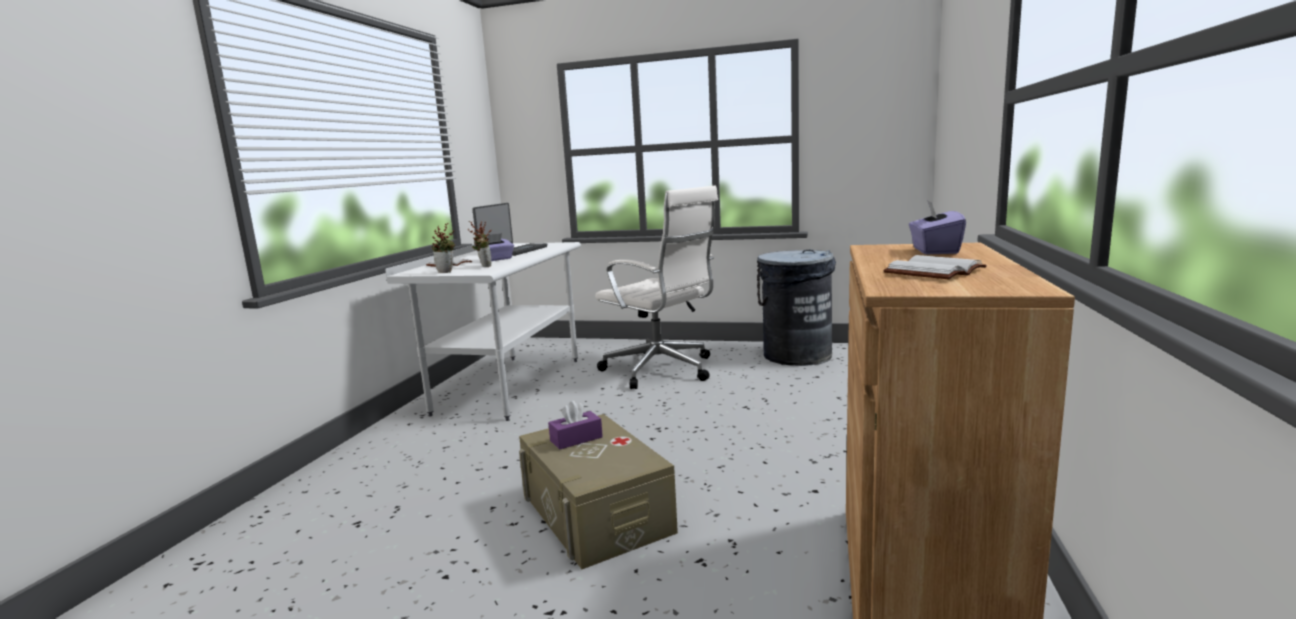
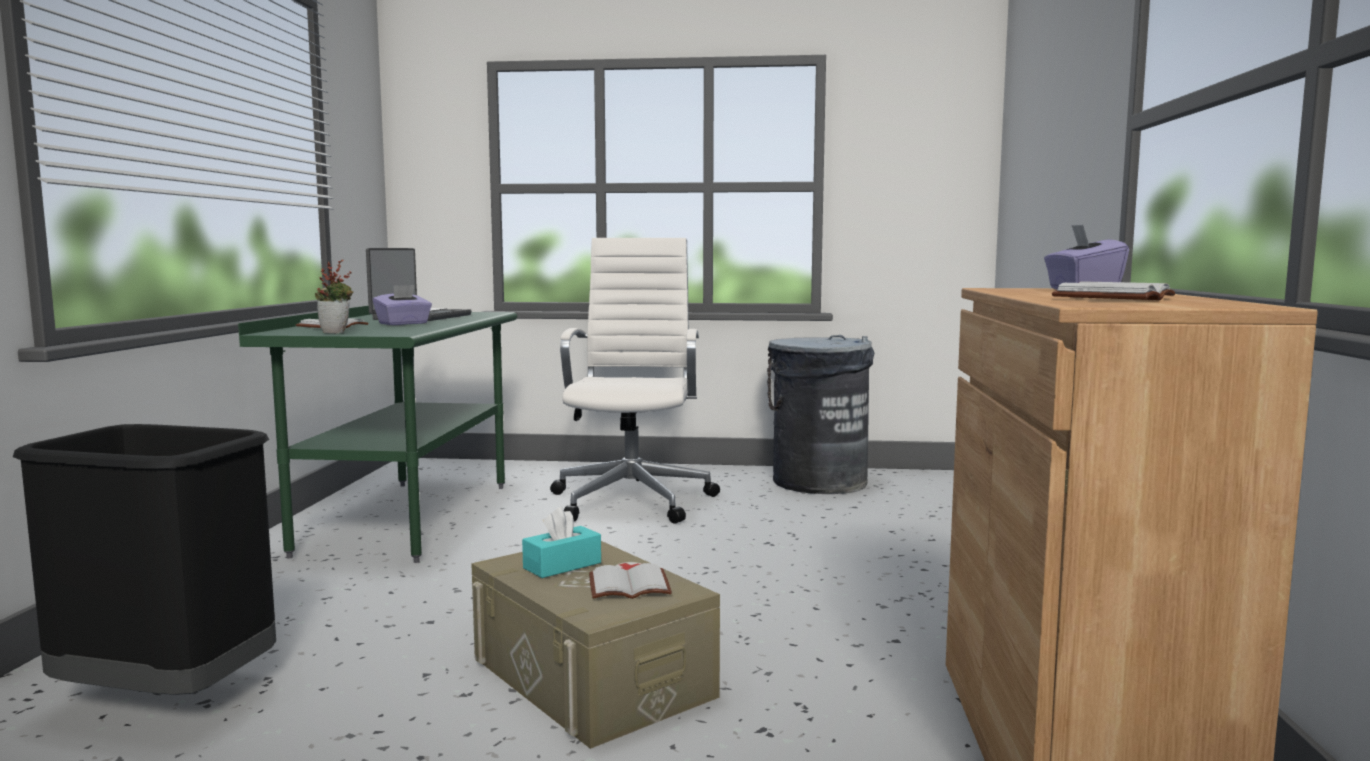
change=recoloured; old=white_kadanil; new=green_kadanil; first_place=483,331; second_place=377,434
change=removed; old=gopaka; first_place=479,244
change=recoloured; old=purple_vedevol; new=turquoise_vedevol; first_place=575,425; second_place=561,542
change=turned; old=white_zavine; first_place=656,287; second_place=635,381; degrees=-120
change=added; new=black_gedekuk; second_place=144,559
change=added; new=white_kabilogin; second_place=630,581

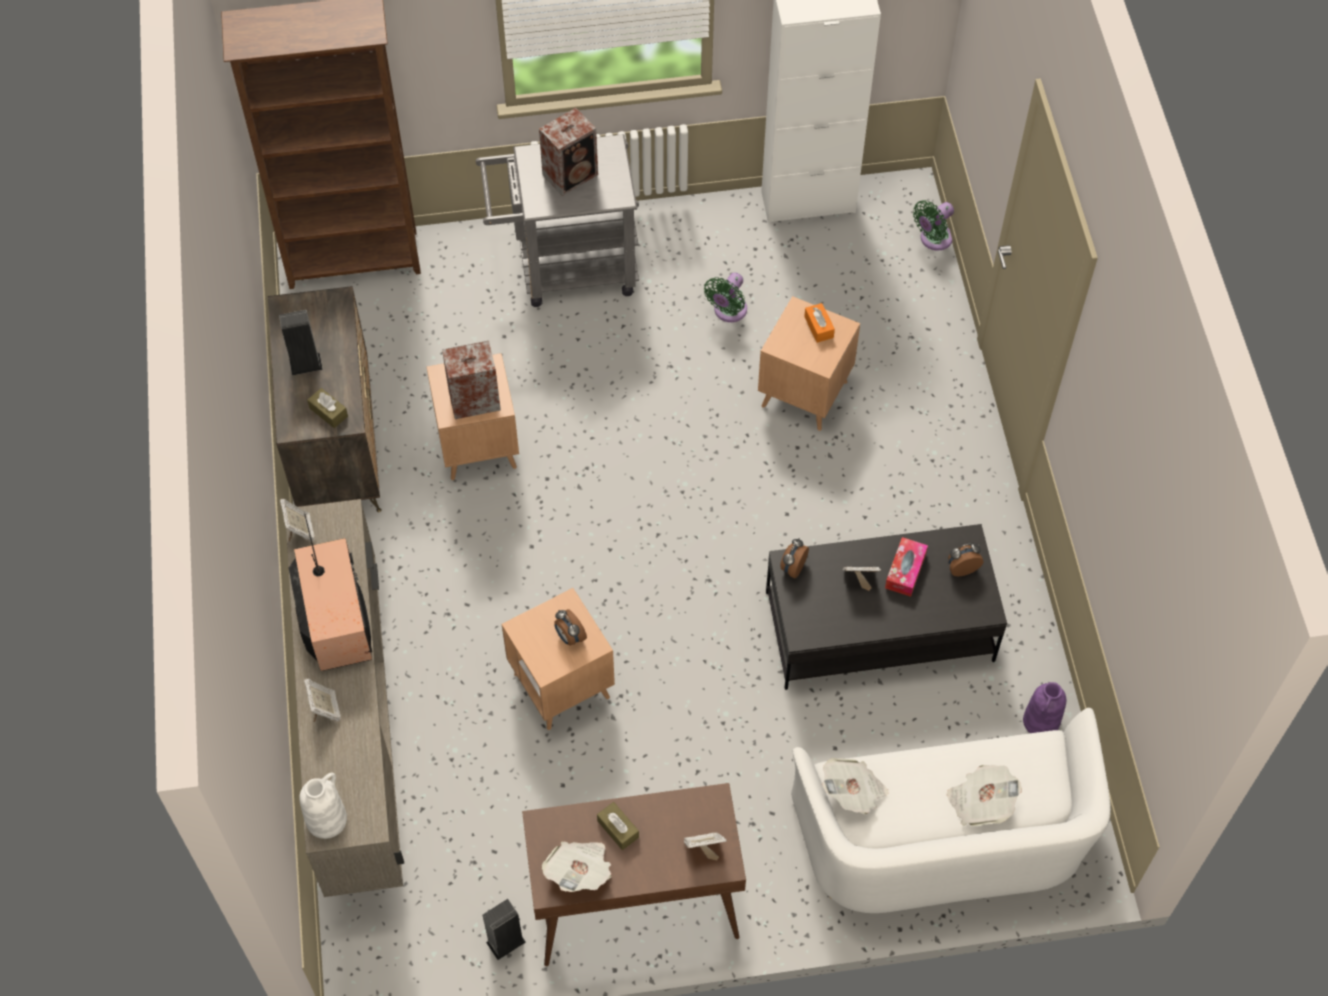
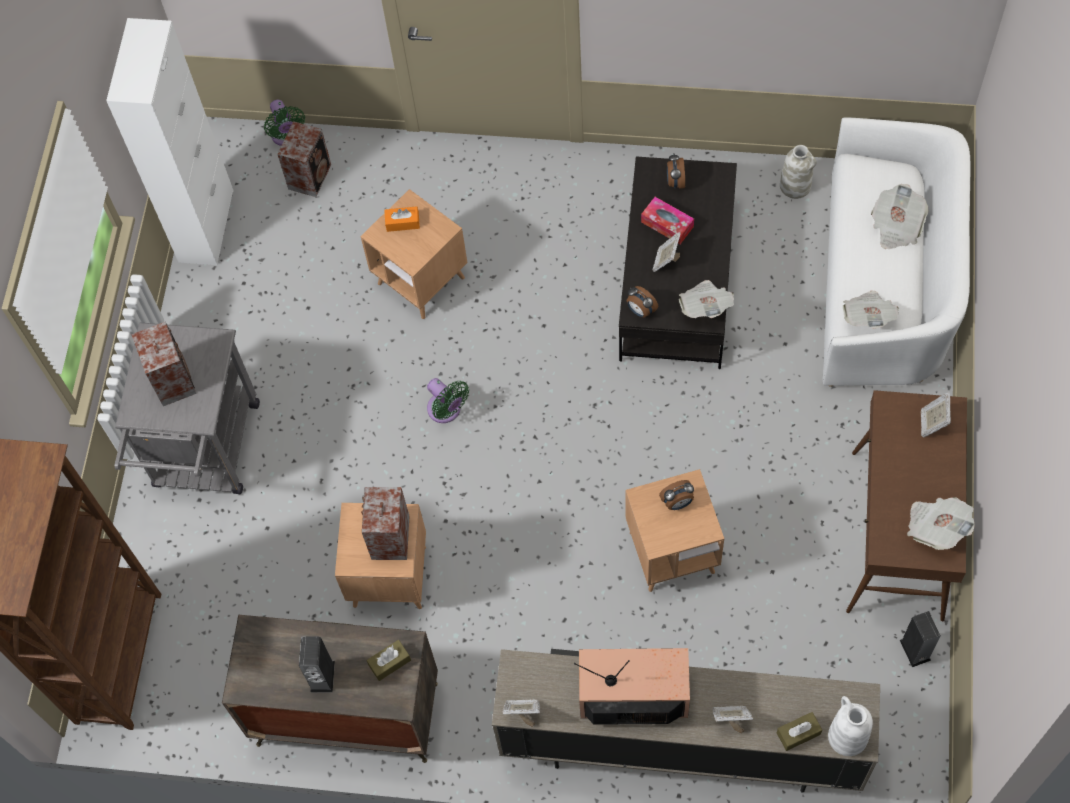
change=moved; old=brown_vedevol; first_place=618,826; second_place=799,731
change=moved; old=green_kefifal; first_place=725,297; second_place=448,400
change=recoloured; old=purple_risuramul; new=white_risuramul; first_place=1044,707; second_place=798,172
change=added; new=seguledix; second_place=304,159
change=added; new=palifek; second_place=706,299

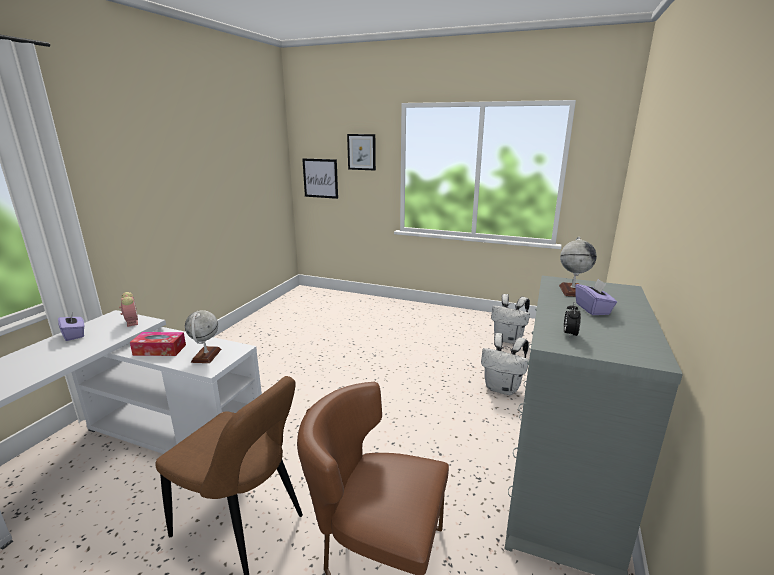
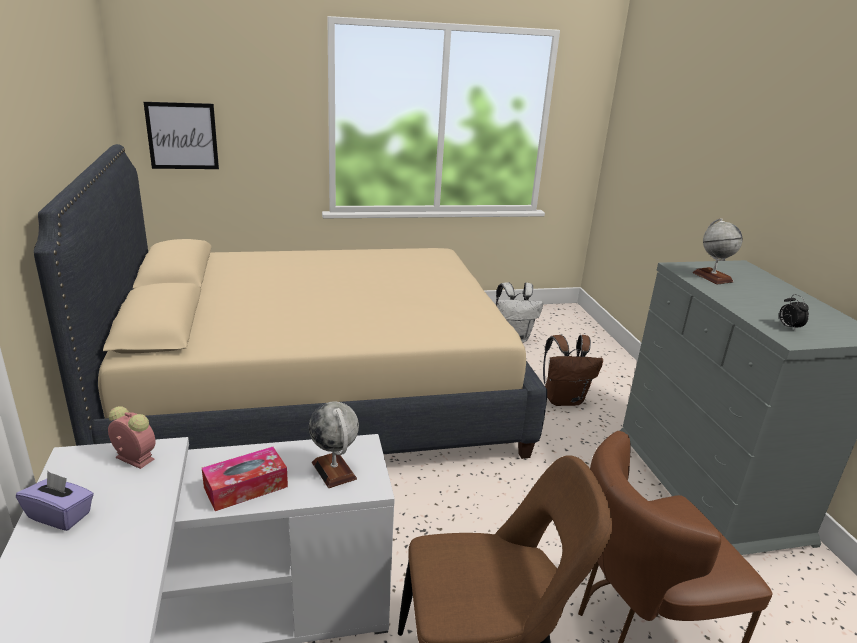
change=removed; old=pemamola; first_place=361,152
change=recoloured; old=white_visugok; new=brown_visugok; first_place=505,364; second_place=573,370
change=removed; old=purple_vedevol; first_place=596,297
change=added; new=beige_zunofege; second_place=290,301

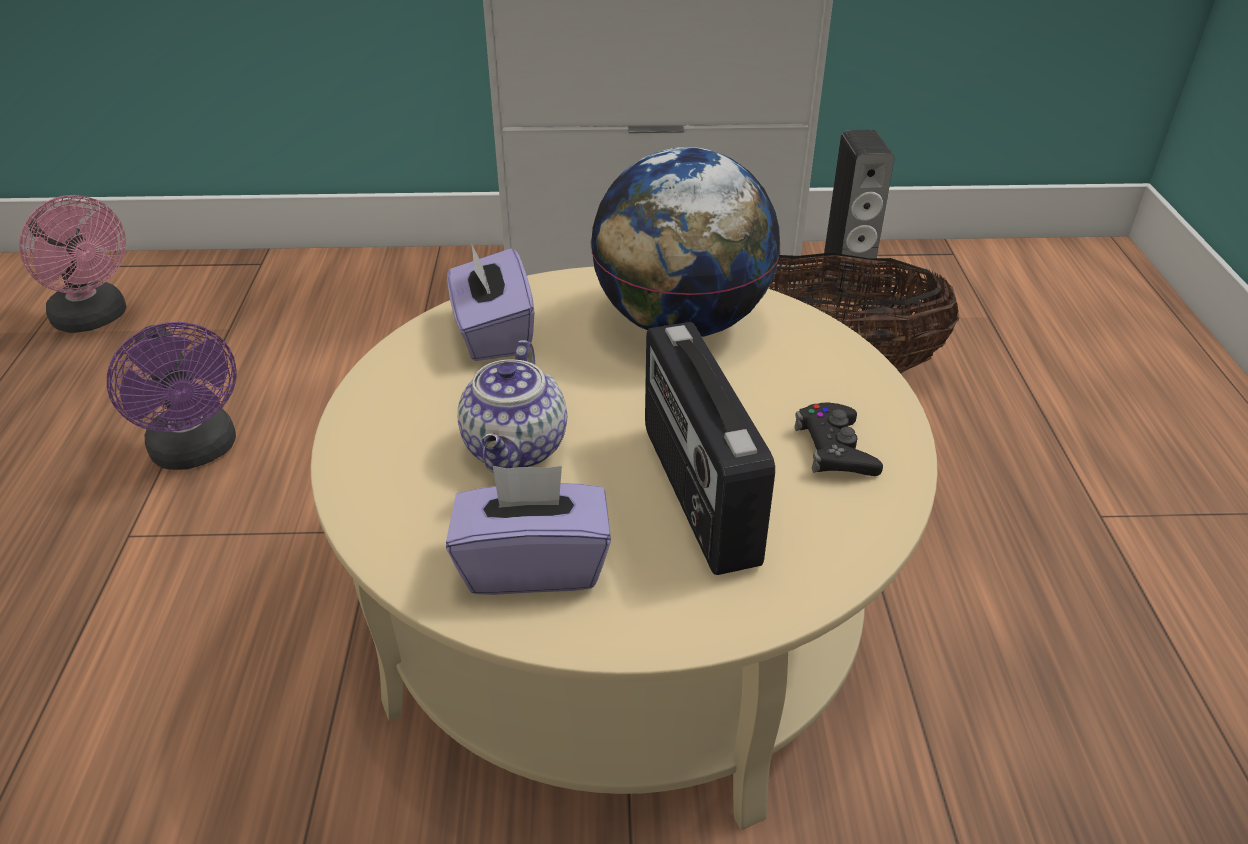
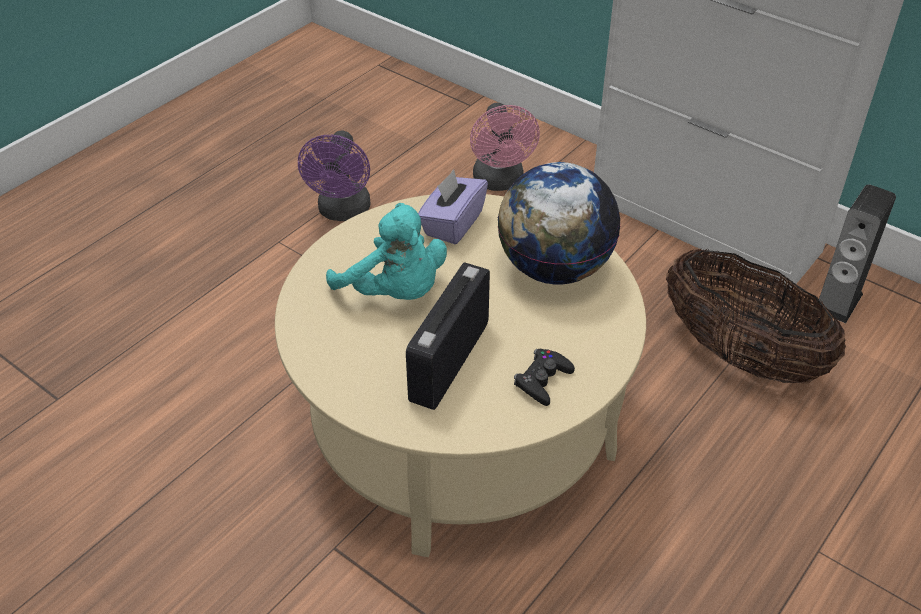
change=moved; old=pink_kefifal; first_place=72,264; second_place=505,147
change=removed; old=purple_vedevol; first_place=528,530
change=replaced; old=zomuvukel; new=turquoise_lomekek; first_place=512,406; second_place=386,251

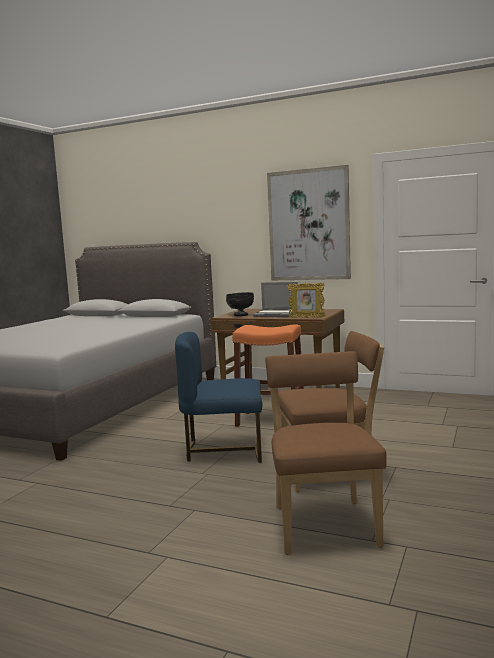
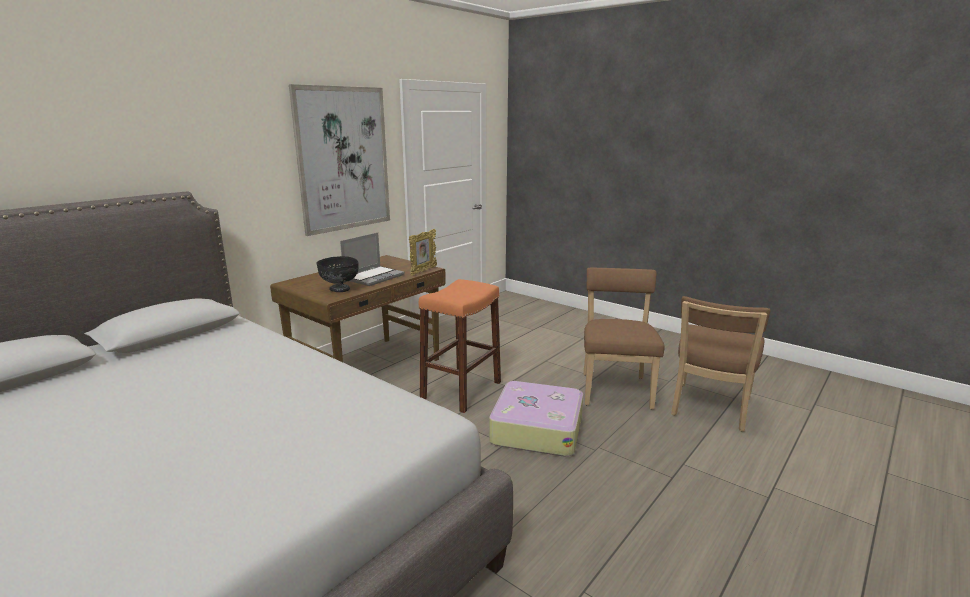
change=replaced; old=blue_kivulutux; new=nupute; first_place=218,397; second_place=536,418
change=turned; old=brown_kivulutux; first_place=326,453; second_place=720,364; degrees=-75

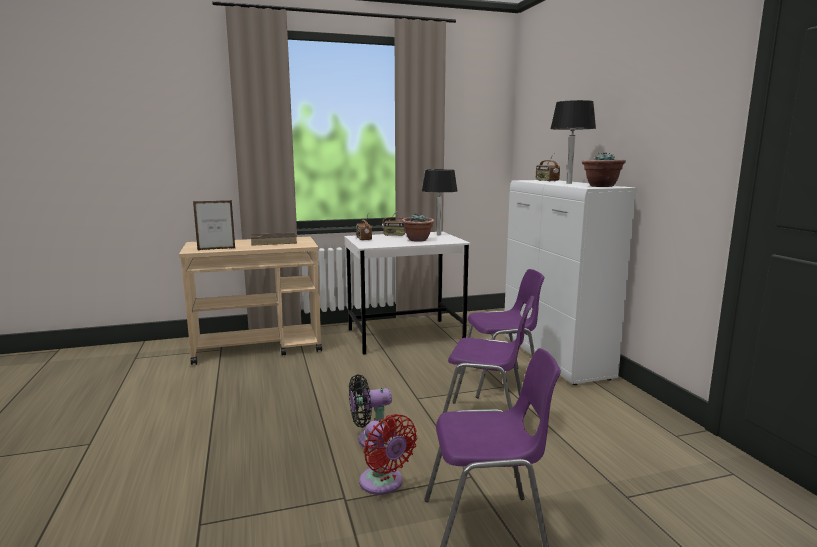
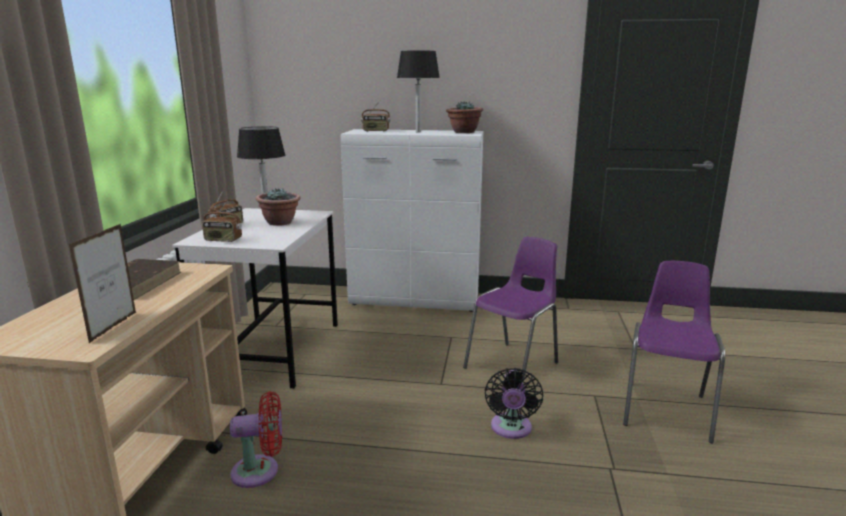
change=moved; old=red_kefifal; first_place=388,454; second_place=256,439
change=removed; old=purple_kivulutux; first_place=501,333

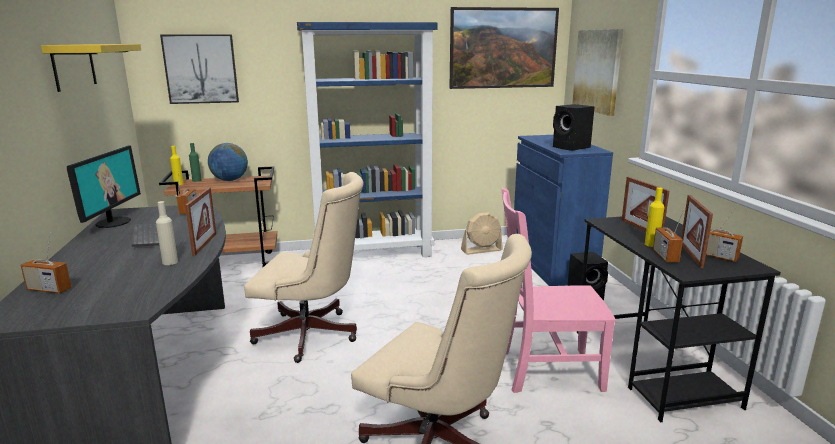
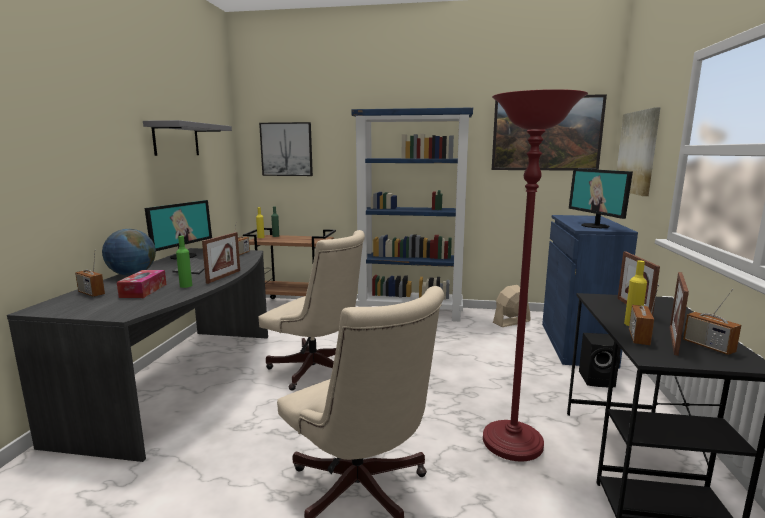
change=recoloured; old=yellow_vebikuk; new=grey_vebikuk; first_place=91,68; second_place=187,138
change=recoloured; old=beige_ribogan; new=green_ribogan; first_place=167,233; second_place=184,262
change=moved; old=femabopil; first_place=228,162; second_place=129,252
change=turned; old=beige_kefifal; first_place=482,233; second_place=512,306; degrees=150
change=replaced; old=pink_kivulutux; new=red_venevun; first_place=559,290; second_place=535,275
change=replaced; old=black_seguledix; new=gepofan; first_place=574,127; second_place=601,198
change=added; new=vedevol; second_place=142,284

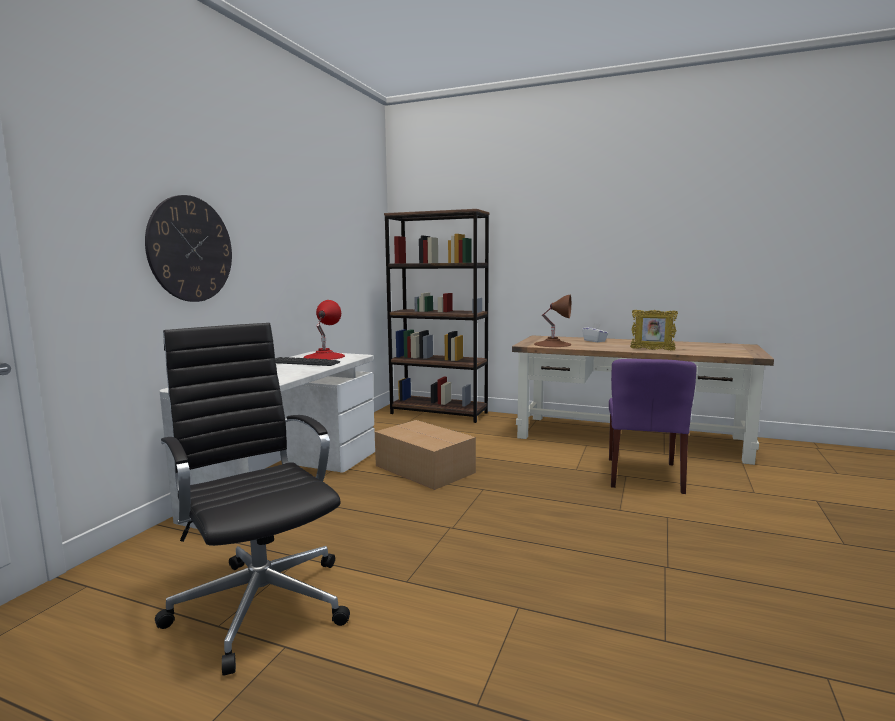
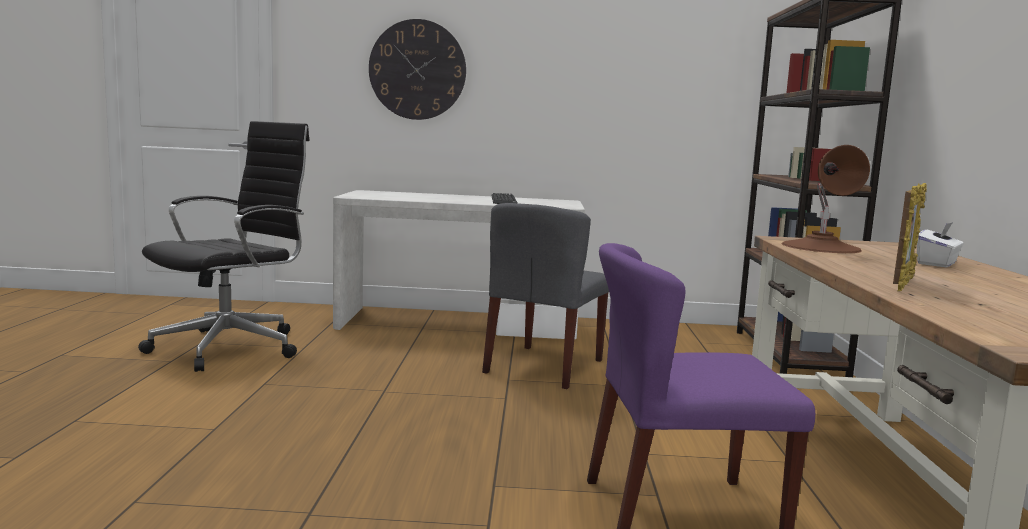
change=removed; old=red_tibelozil; first_place=324,330
change=replaced; old=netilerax; new=grey_kivulutux; first_place=425,455; second_place=545,296
change=turned; old=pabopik; first_place=654,330; second_place=910,237; degrees=-150

